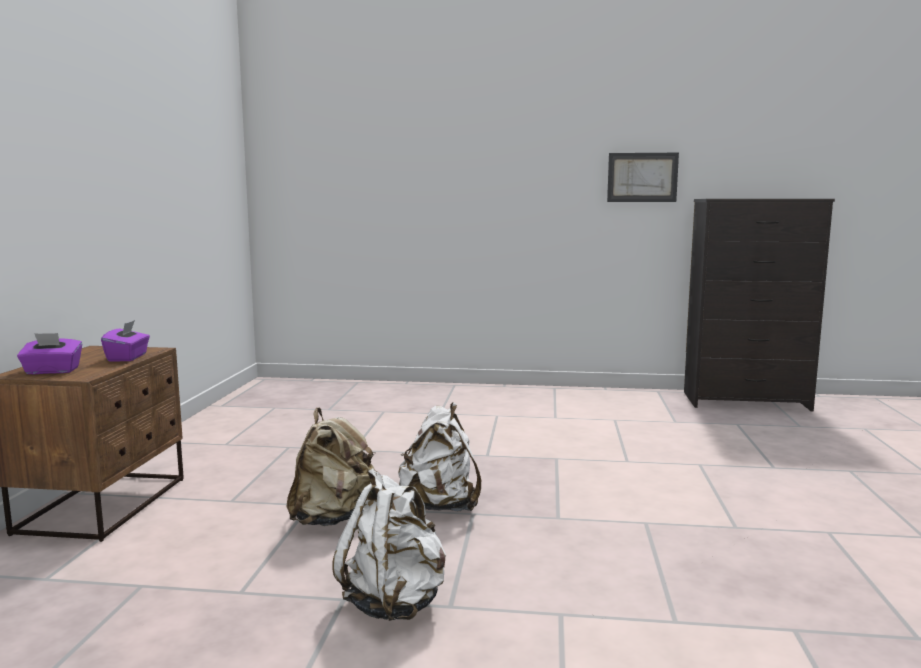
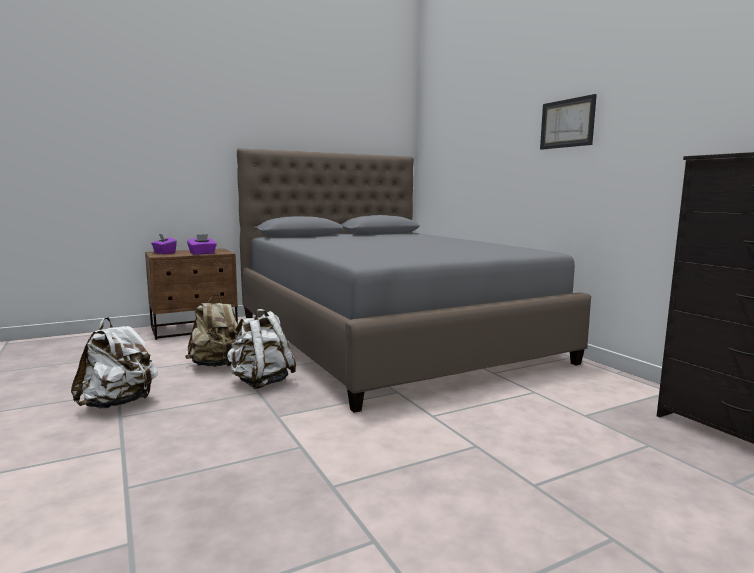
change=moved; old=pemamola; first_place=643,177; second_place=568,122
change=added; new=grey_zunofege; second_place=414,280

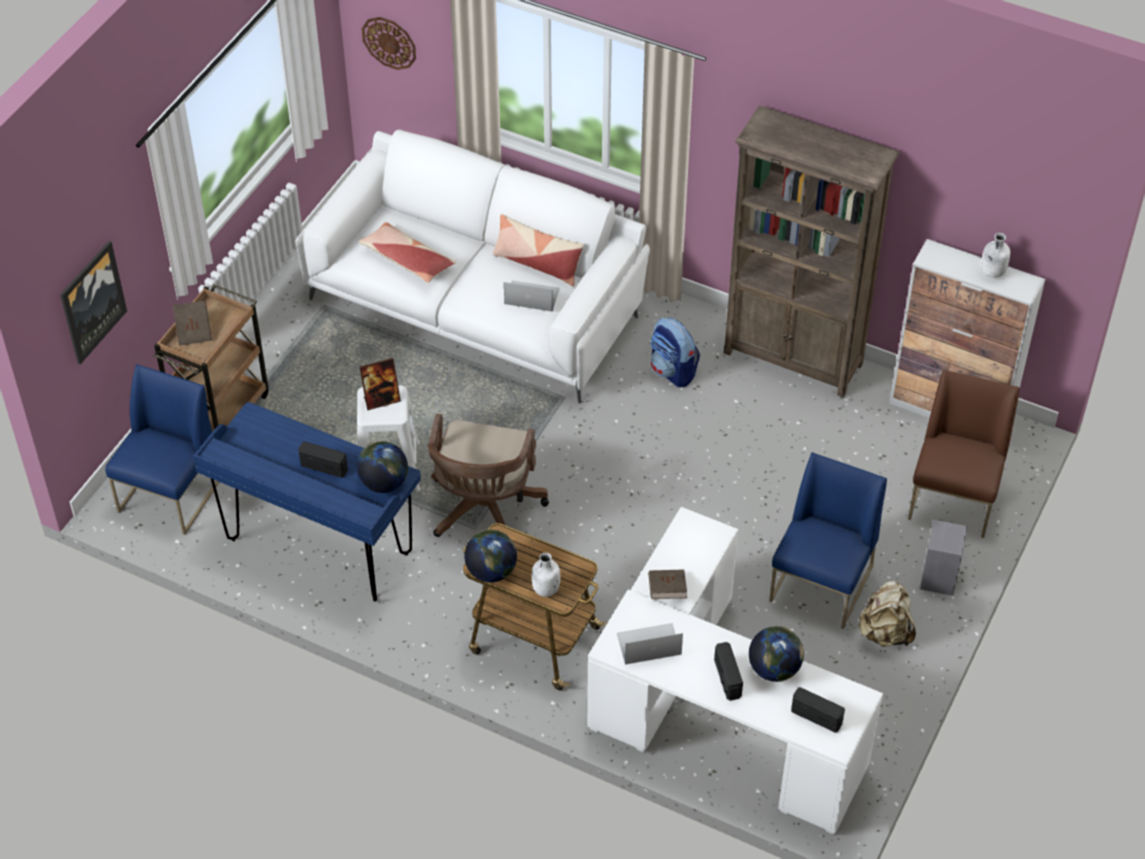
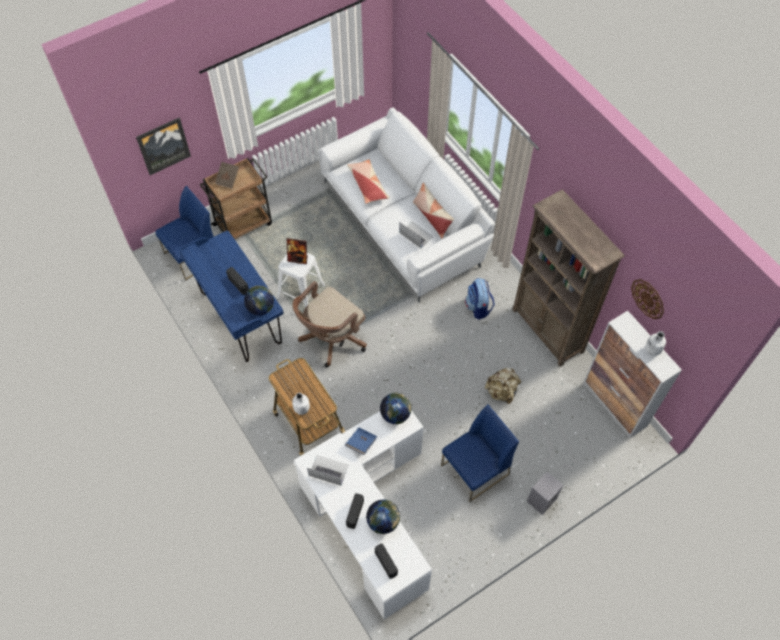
change=moved; old=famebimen; first_place=389,43; second_place=647,299
change=moved; old=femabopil; first_place=490,556; second_place=395,408
change=recoloured; old=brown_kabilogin; new=blue_kabilogin; first_place=667,584; second_place=361,441
change=moved; old=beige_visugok; first_place=886,613; second_place=503,386
change=removed; old=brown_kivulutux; first_place=964,453

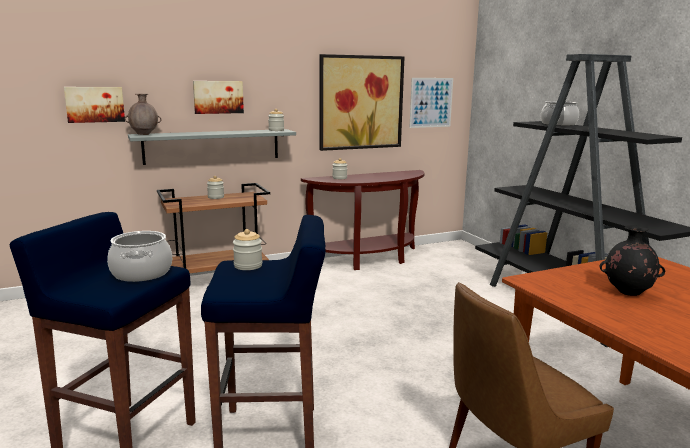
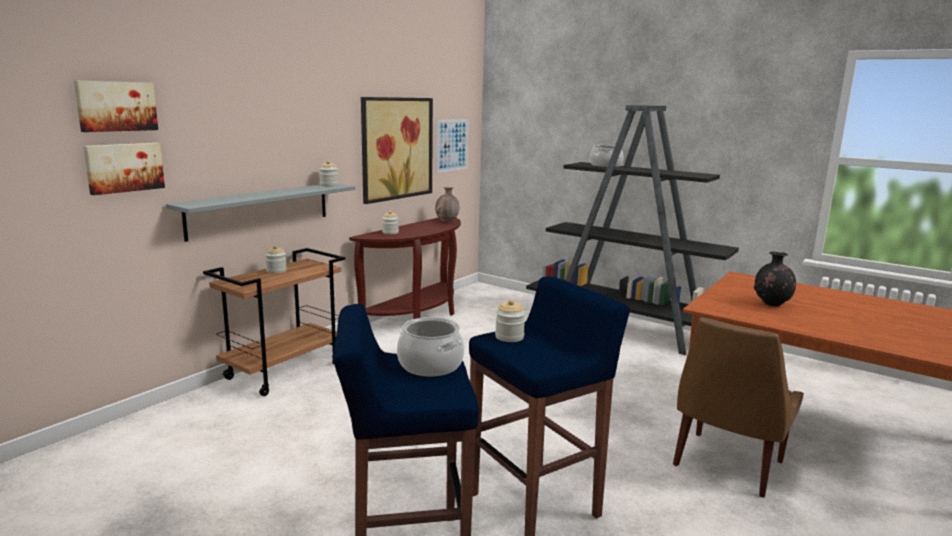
change=moved; old=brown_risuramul; first_place=143,114; second_place=447,204
change=moved; old=pemamola; first_place=218,97; second_place=116,106

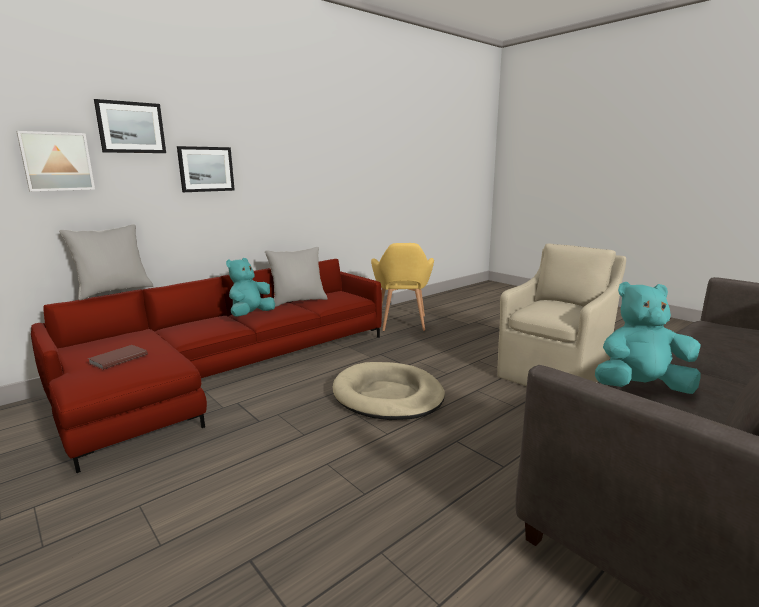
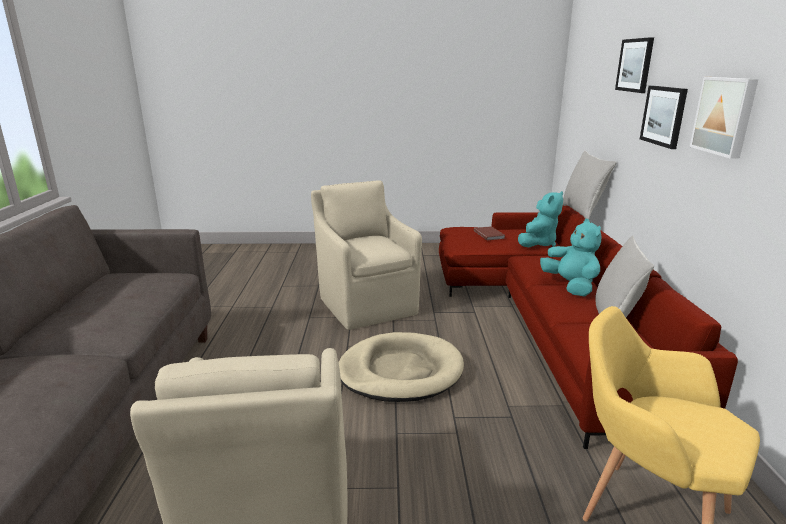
change=moved; old=pemamola; first_place=55,161; second_place=724,118
change=moved; old=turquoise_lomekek; first_place=648,338; second_place=540,219
change=added; new=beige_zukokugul; second_place=366,255

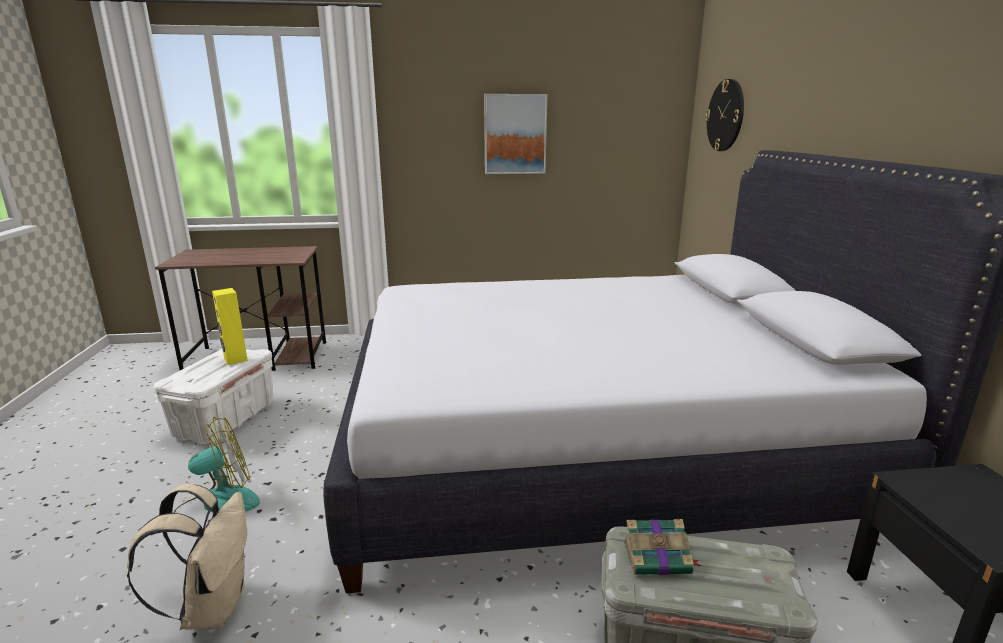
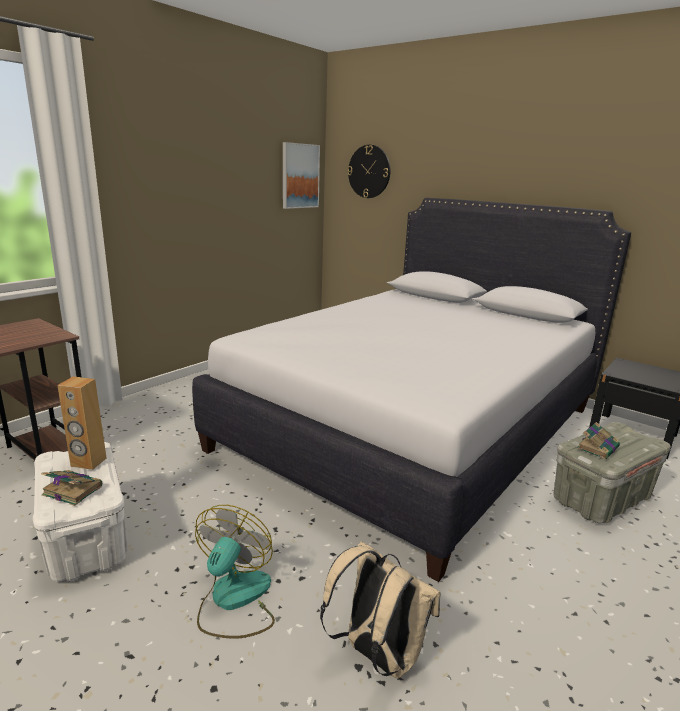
change=recoloured; old=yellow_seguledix; new=brown_seguledix; first_place=230,326; second_place=82,423
change=moved; old=pemamola; first_place=515,134; second_place=301,175
change=added; new=kabilogin; second_place=71,488

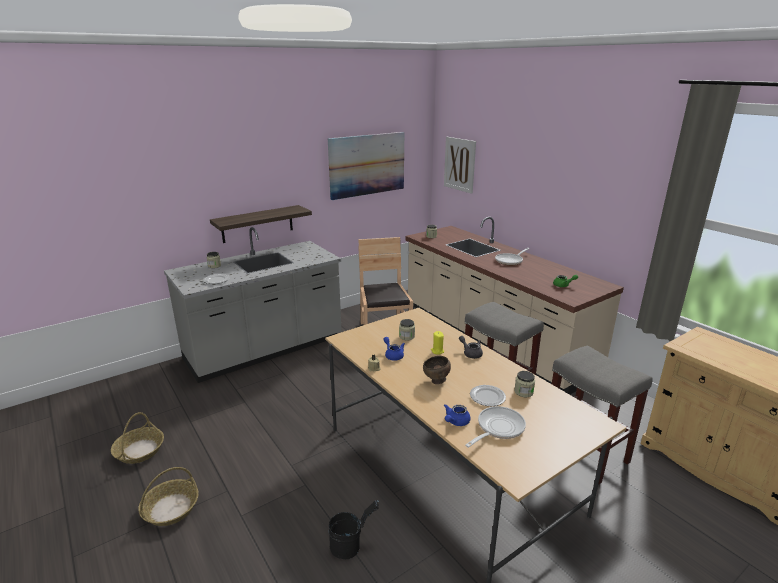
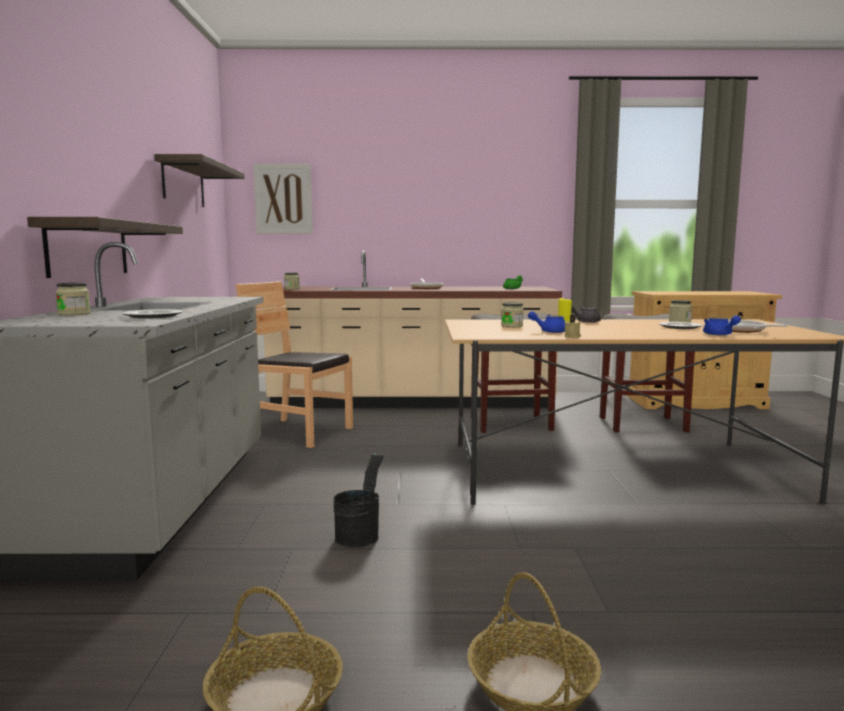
change=replaced; old=pemamola; new=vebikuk; first_place=366,166; second_place=199,180
change=moved; old=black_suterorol; first_place=354,529; second_place=358,500
change=removed; old=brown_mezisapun; first_place=437,370

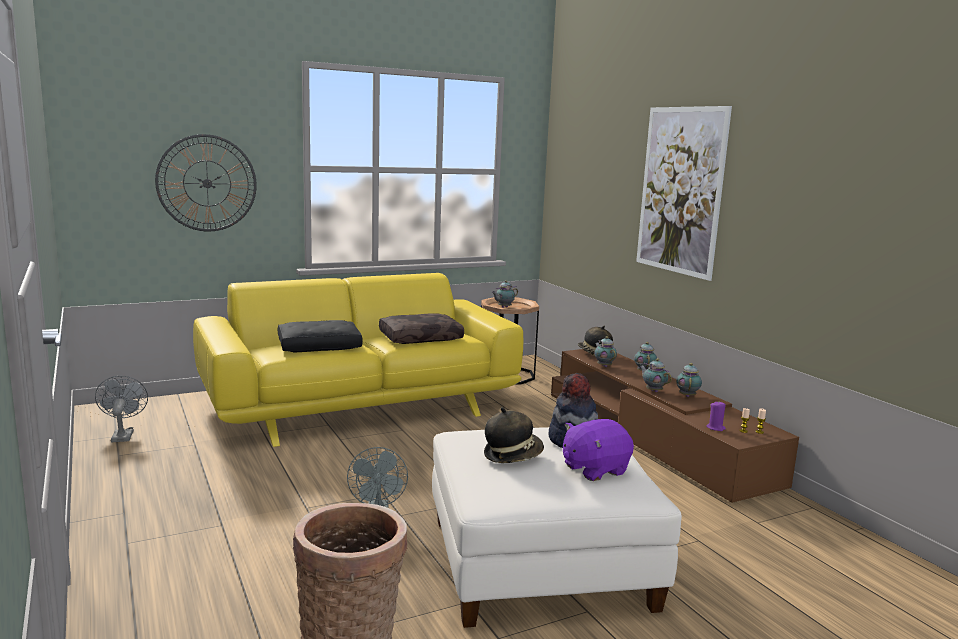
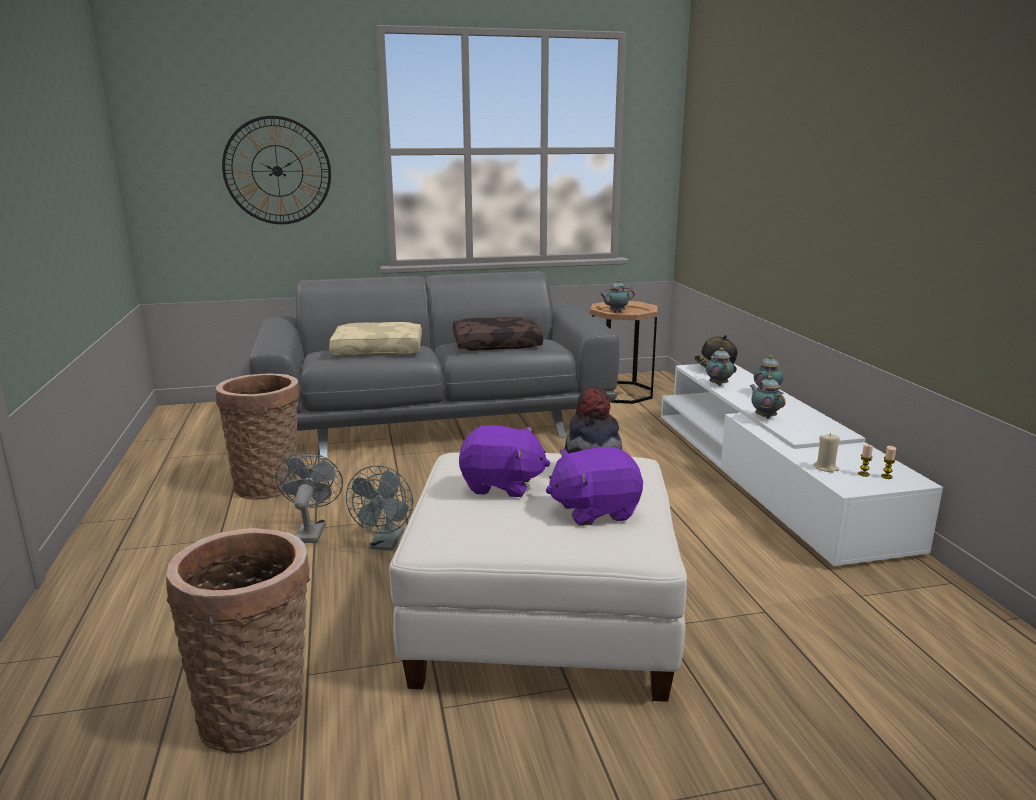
change=moved; old=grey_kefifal; first_place=121,409; second_place=309,497
change=recoloured; old=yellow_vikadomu; new=grey_vikadomu; first_place=358,360; second_place=434,364
change=recoloured; old=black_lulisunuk; new=beige_lulisunuk; first_place=320,336; second_place=375,339
change=replaced; old=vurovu; new=purple_lomekek; first_place=514,435; second_place=505,461
change=recoloured; old=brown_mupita; new=white_mupita; first_place=675,426; second_place=802,465
change=removed; old=pemamola; first_place=684,193
change=removed; old=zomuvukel; first_place=689,380
change=recoloured; old=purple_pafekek; new=beige_pafekek; first_place=716,416; second_place=827,453
change=added; new=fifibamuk; second_place=258,437

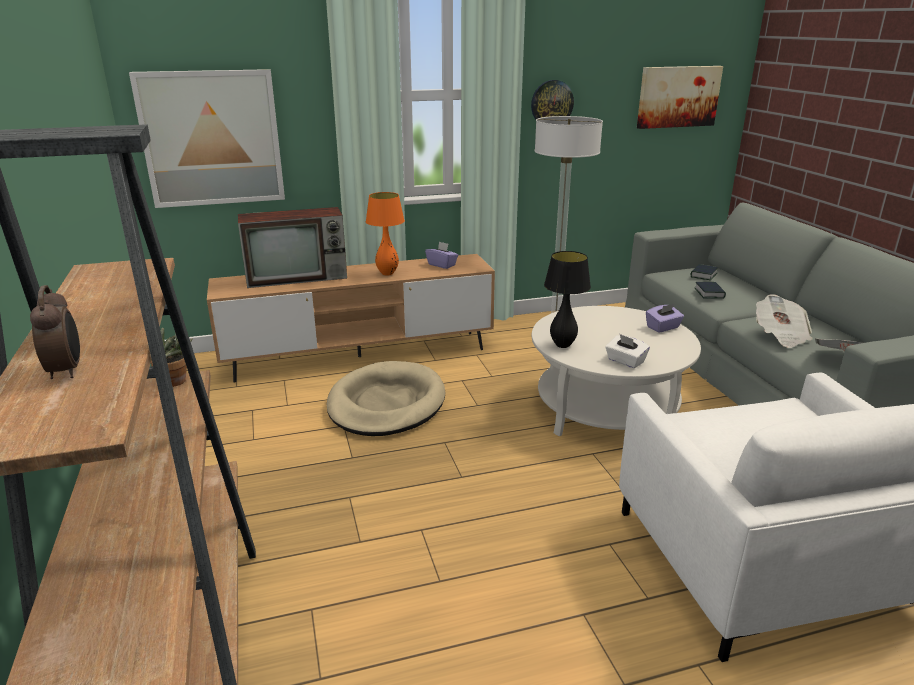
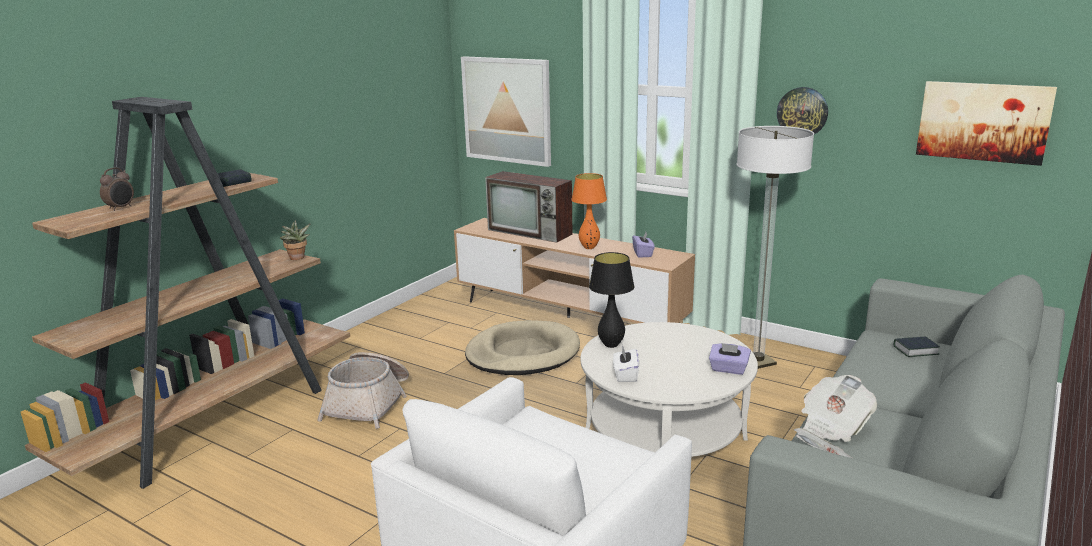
change=moved; old=kabilogin; first_place=710,290; second_place=234,178
change=added; new=fifibamuk; second_place=363,390

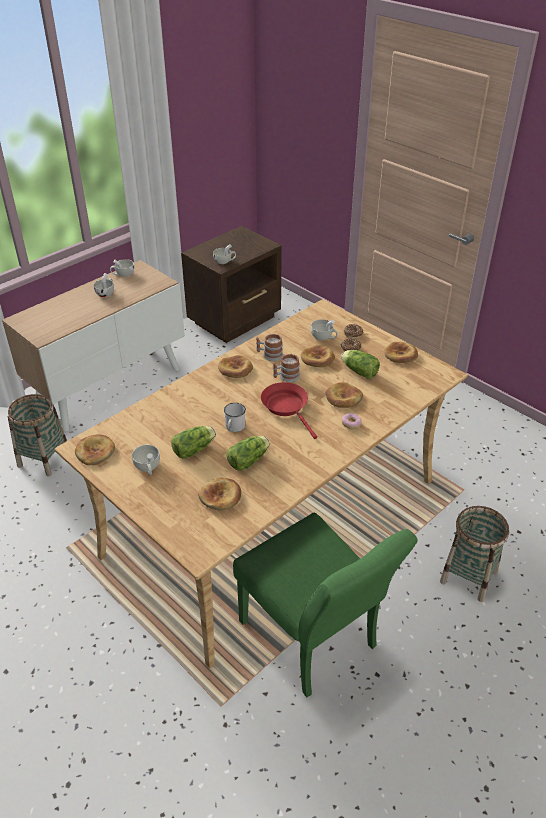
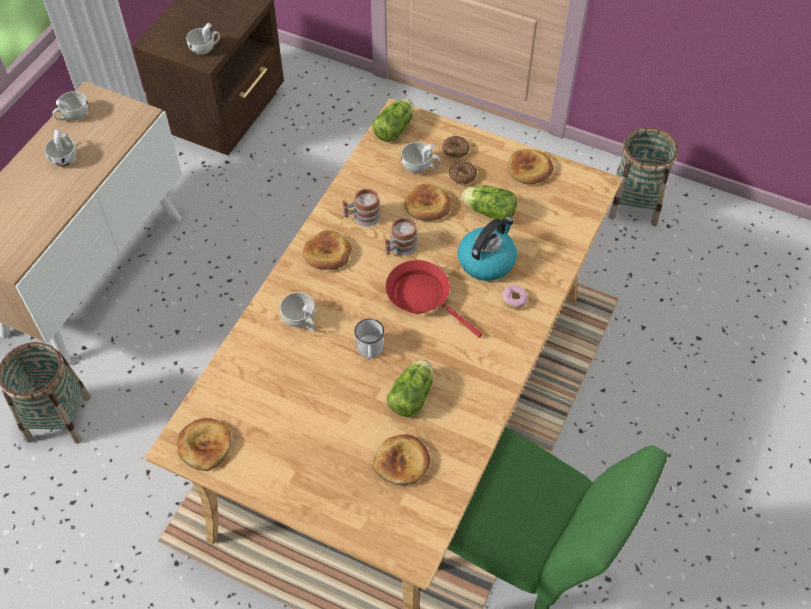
change=moved; old=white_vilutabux; first_place=146,460; second_place=297,311
change=moved; old=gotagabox; first_place=193,442; second_place=393,120
change=replaced; old=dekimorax; new=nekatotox; first_place=344,395; second_place=487,248
change=moved; old=fifibamuk; first_place=474,554; second_place=643,176

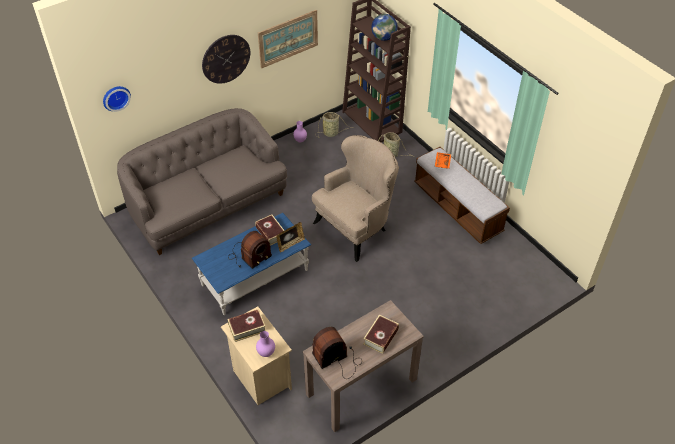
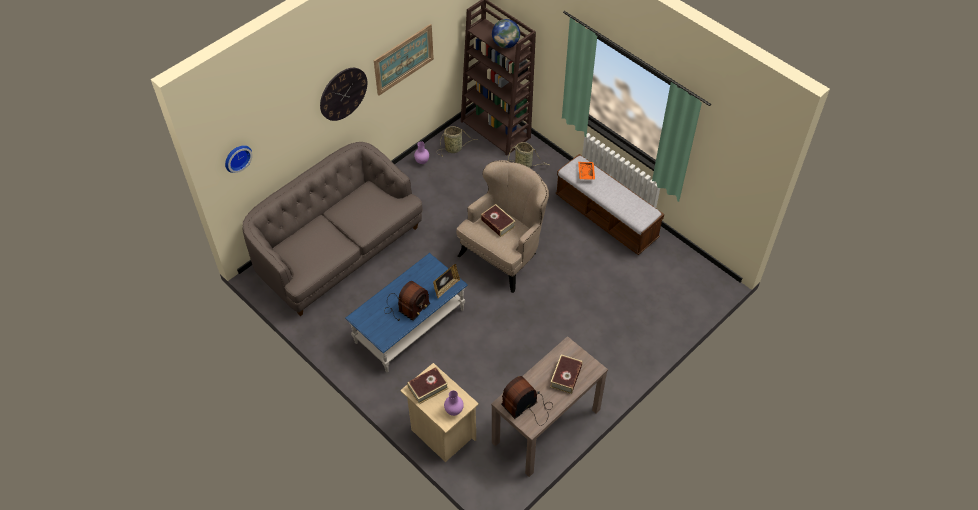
change=moved; old=kabilogin; first_place=269,230; second_place=498,220

